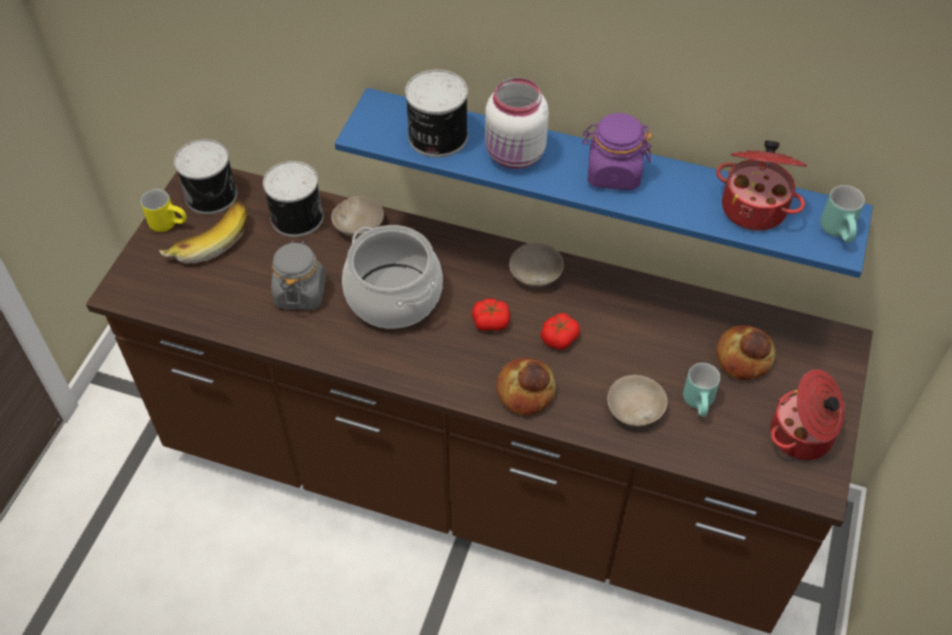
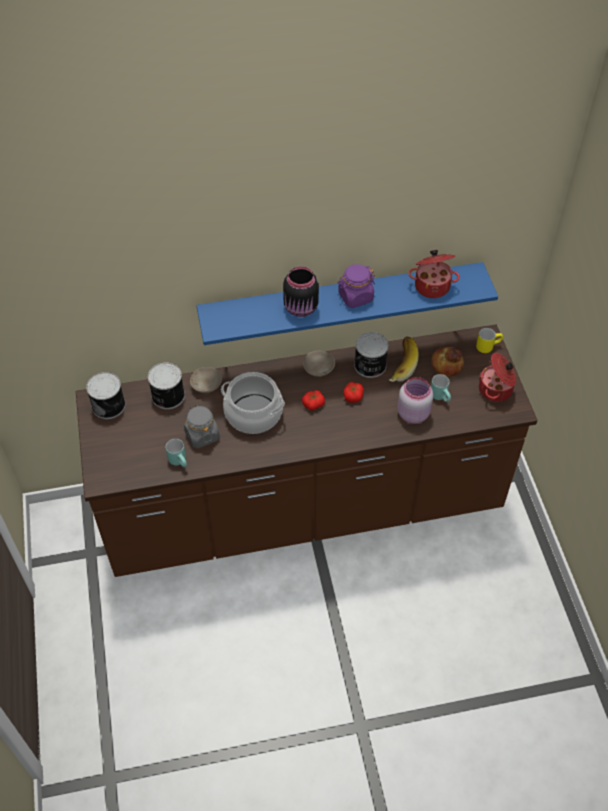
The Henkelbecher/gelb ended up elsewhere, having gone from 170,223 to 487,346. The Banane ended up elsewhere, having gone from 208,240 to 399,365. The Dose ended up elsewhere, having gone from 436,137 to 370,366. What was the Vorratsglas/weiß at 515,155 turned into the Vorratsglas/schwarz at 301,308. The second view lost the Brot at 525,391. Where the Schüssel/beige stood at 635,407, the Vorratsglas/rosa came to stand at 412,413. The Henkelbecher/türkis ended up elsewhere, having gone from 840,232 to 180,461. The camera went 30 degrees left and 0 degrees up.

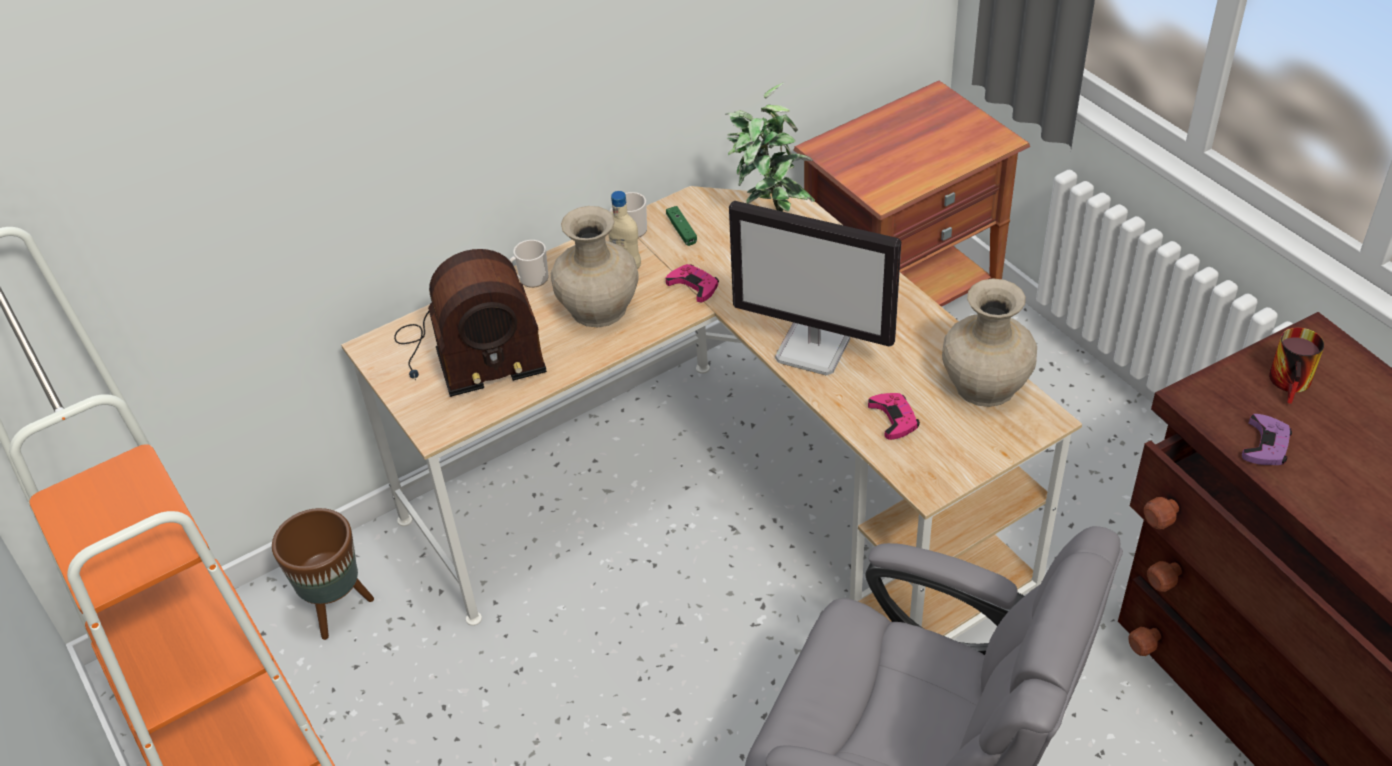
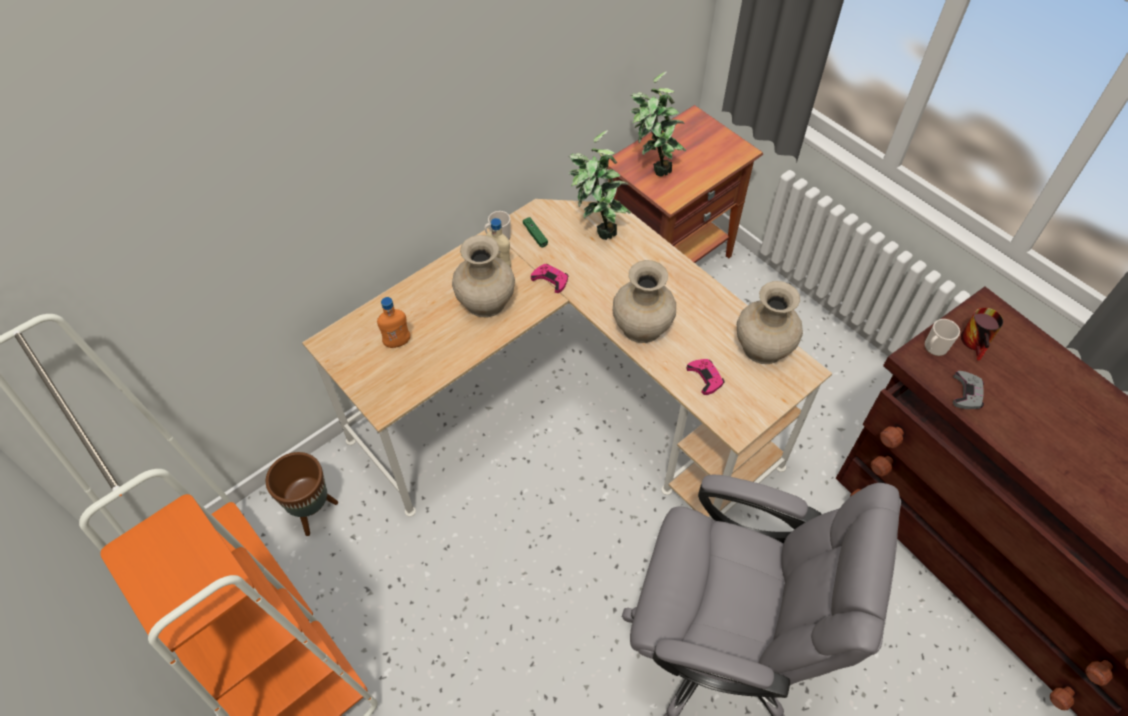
Where the Radio stood at 469,351, the Flasche/orange came to stand at 397,342. The Henkelbecher ended up elsewhere, having gone from 530,279 to 934,348. Where the Monitor stood at 814,349, the Vase/beige came to stand at 642,326. What was the Gamepad/lila at 1266,445 turned into the Gamepad/grau at 967,393. The second view gained the Topfpflanze at 652,167. The camera went 10 degrees left and 10 degrees up.

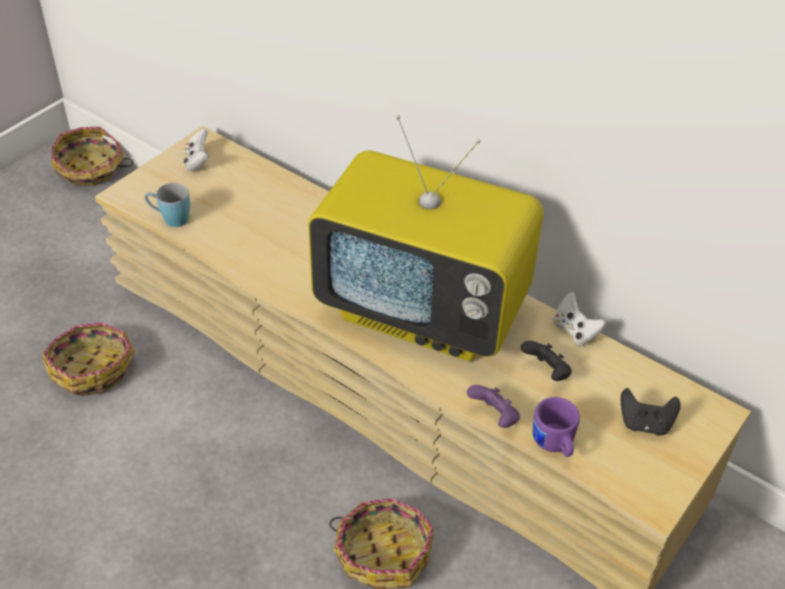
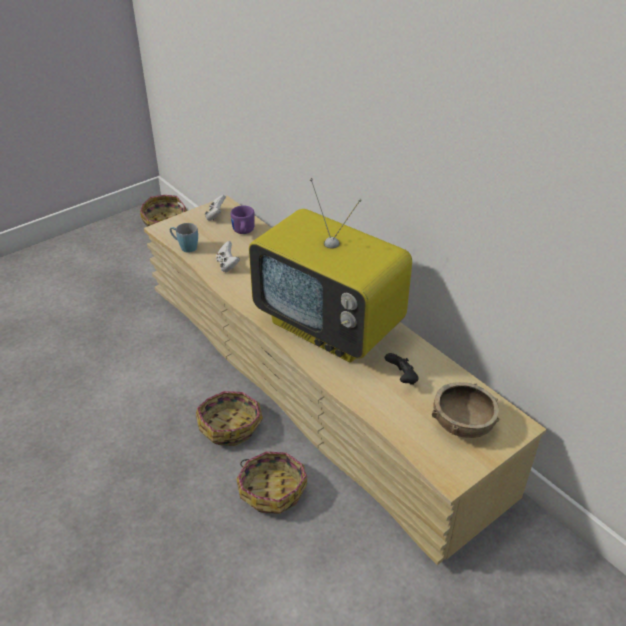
The Korb ended up elsewhere, having gone from 93,368 to 230,425. The second view lost the Gamepad/lila at 494,417. The Henkelbecher/lila ended up elsewhere, having gone from 554,445 to 243,232. The Gamepad/weiß ended up elsewhere, having gone from 575,331 to 227,265. Where the Gamepad/schwarz stood at 645,424, the Schüssel/braun came to stand at 462,423. The camera went 15 degrees right and 5 degrees down.

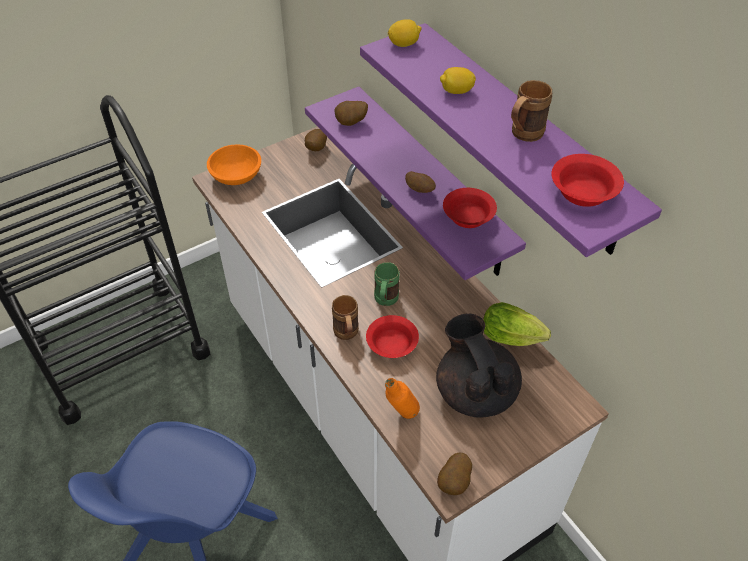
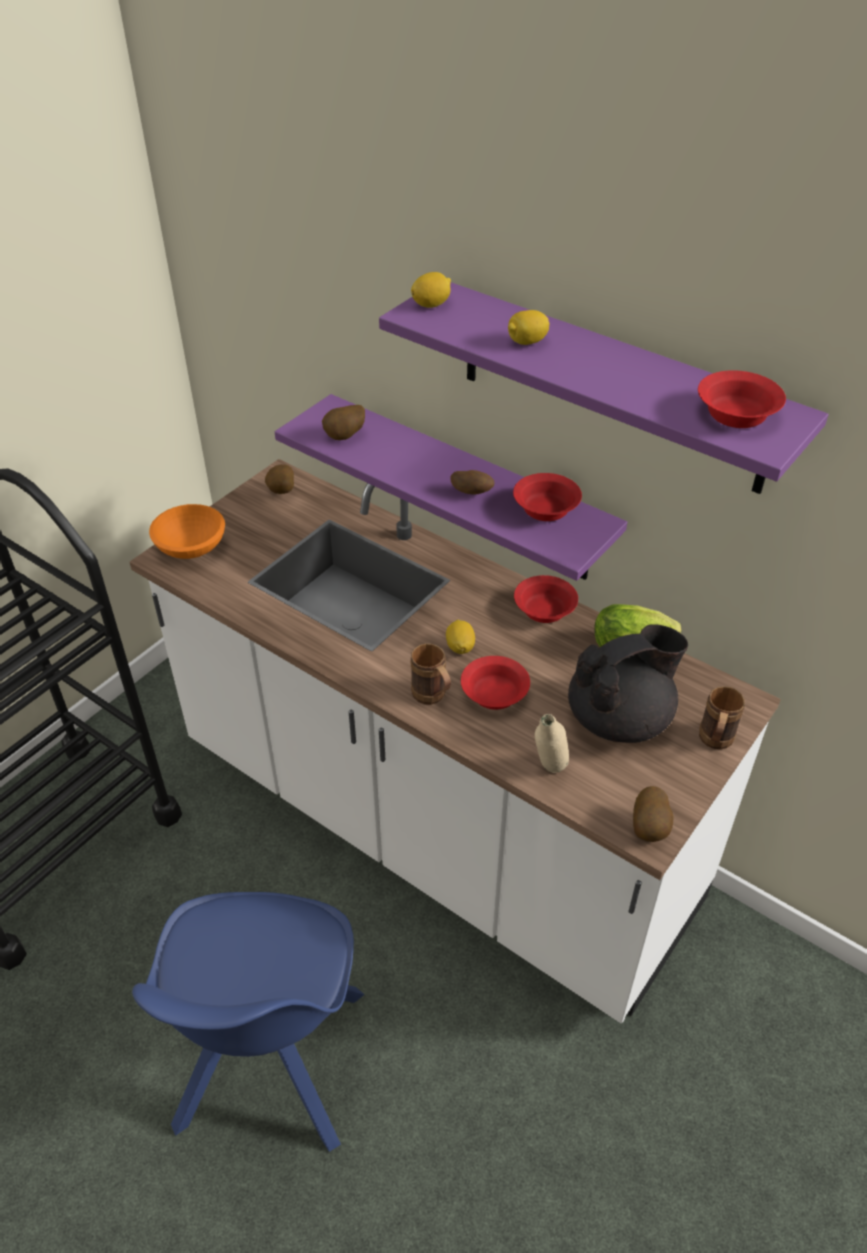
Where the Henkelbecher/grün stood at 385,301, the Zitrone came to stand at 460,647. What was the Flasche/orange at 401,417 turned into the Flasche/beige at 548,774. The Teekanne/schwarz at 475,391 ended up facing another way, 105 degrees clockwise from before. The Henkelbecher/braun ended up elsewhere, having gone from 522,135 to 714,743. The second view gained the Schüssel/rot at 545,611. The camera went 20 degrees left and 5 degrees down.

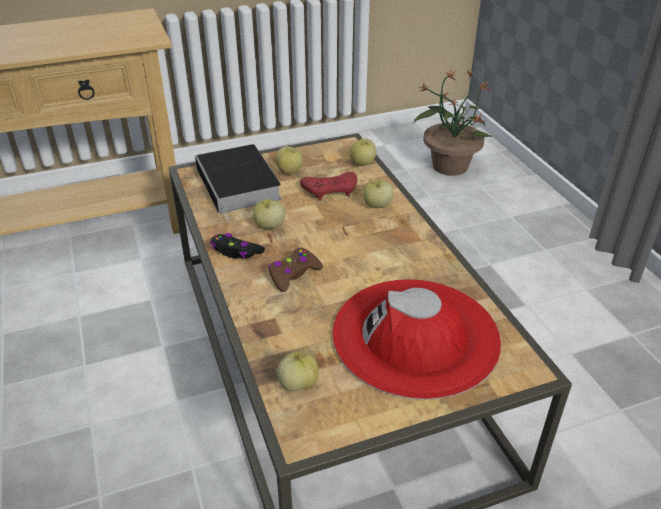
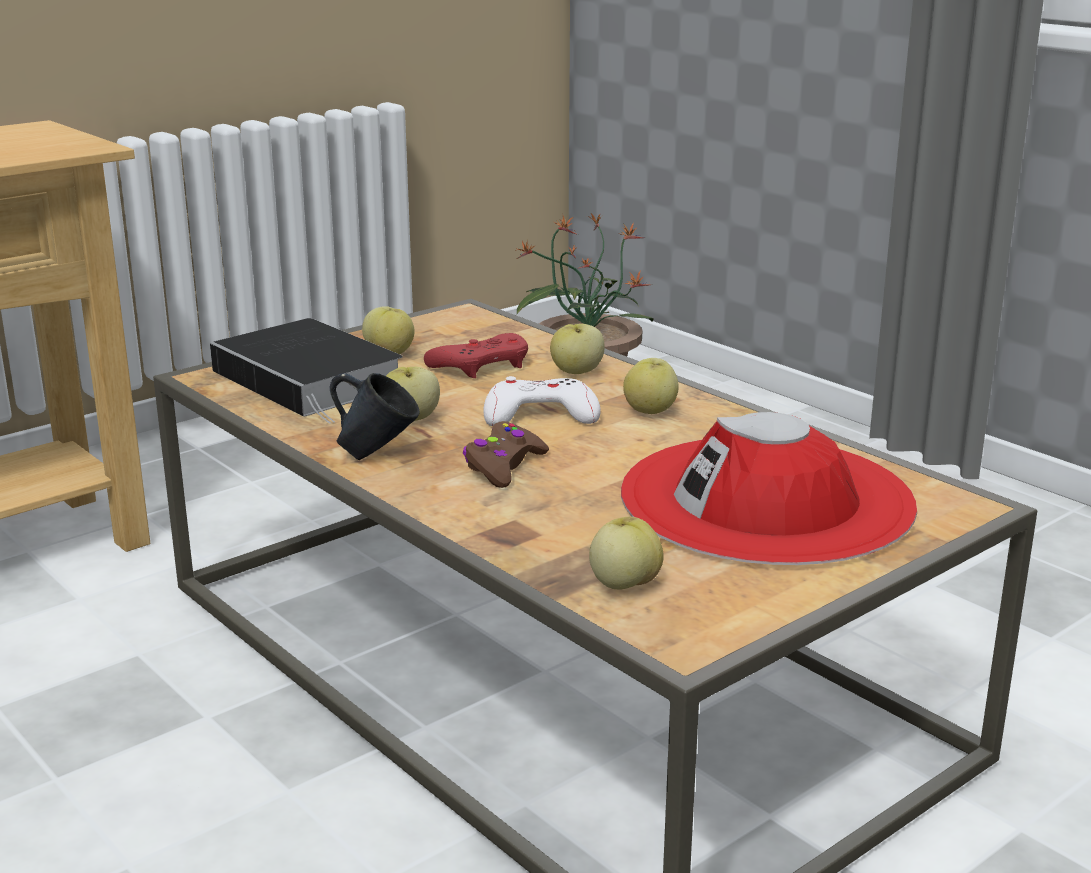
Where the Gamepad/schwarz stood at 236,251, the Henkelbecher/blau came to stand at 376,455. The Apfel ended up elsewhere, having gone from 363,163 to 651,411. The second view gained the Gamepad/weiß at 540,414. The camera went 20 degrees left and 15 degrees down.

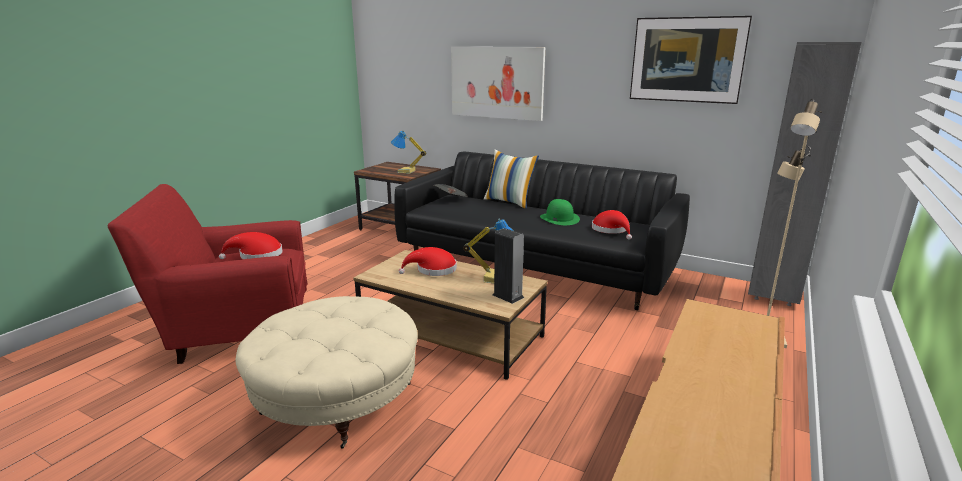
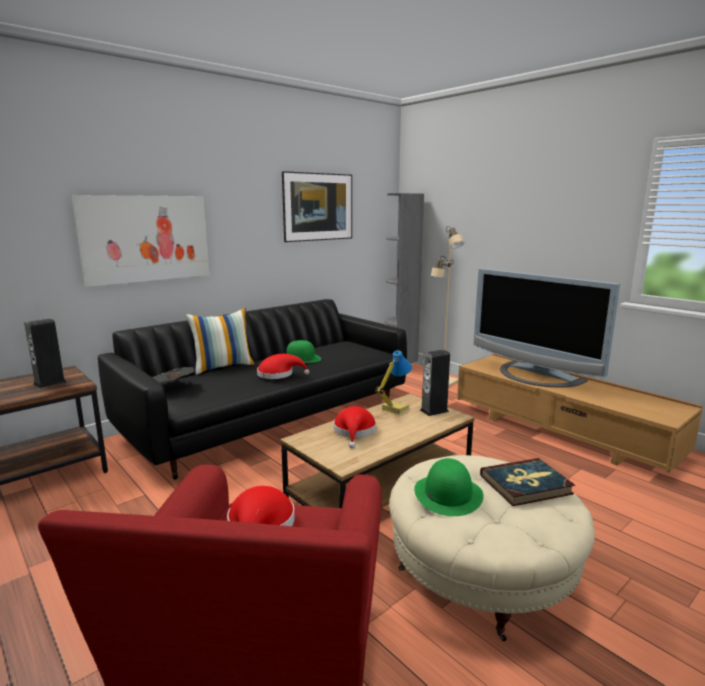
Where the Tischlampe stood at 406,171, the Lautsprecher came to stand at 50,382. The Hut/rot ended up elsewhere, having gone from 611,230 to 278,374. The second view gained the Hut/grün at 448,494. The second view gained the Fernseher at 535,375. The second view gained the Buch at 526,485. The camera went 70 degrees left and 5 degrees down.

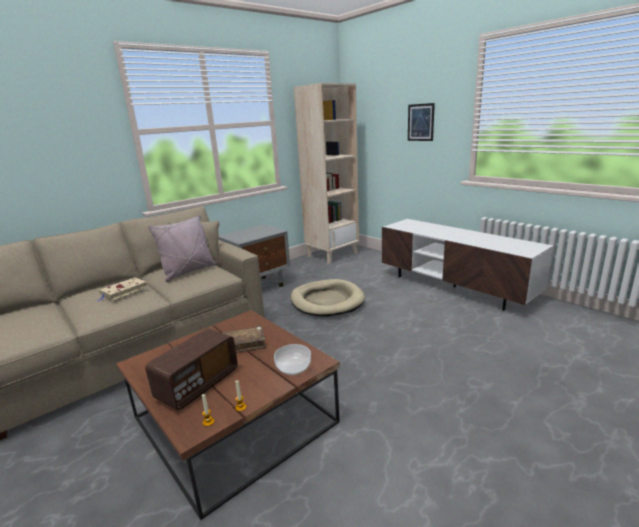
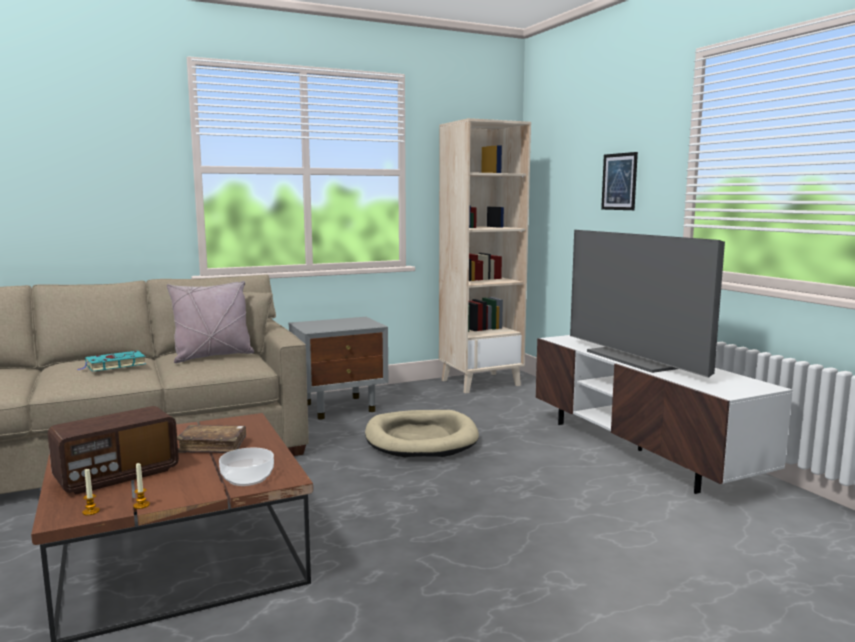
What was the Buch/beige at 123,292 turned into the Buch/türkis at 114,365. The second view gained the Fernseher at 636,359. The camera went 15 degrees right and 10 degrees down.

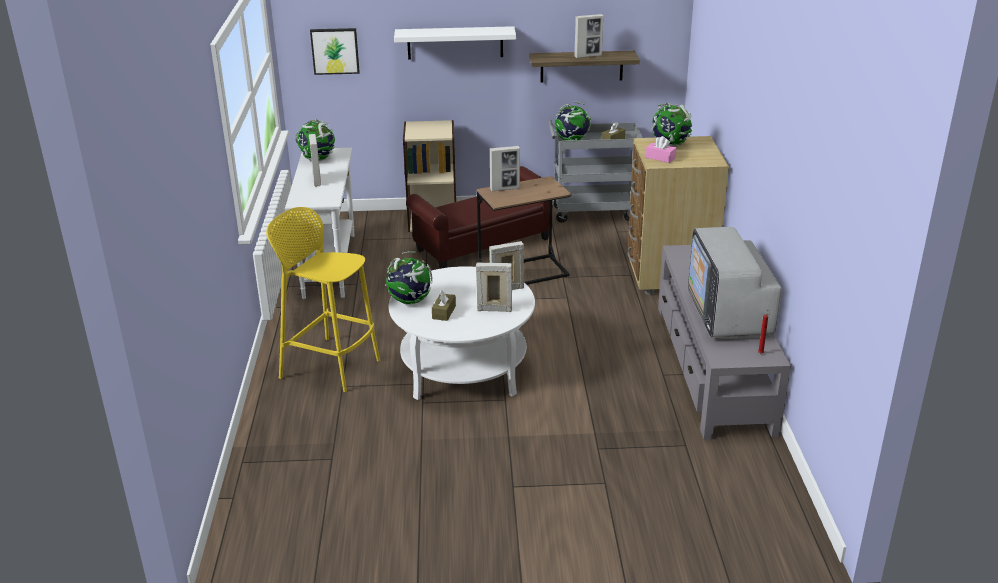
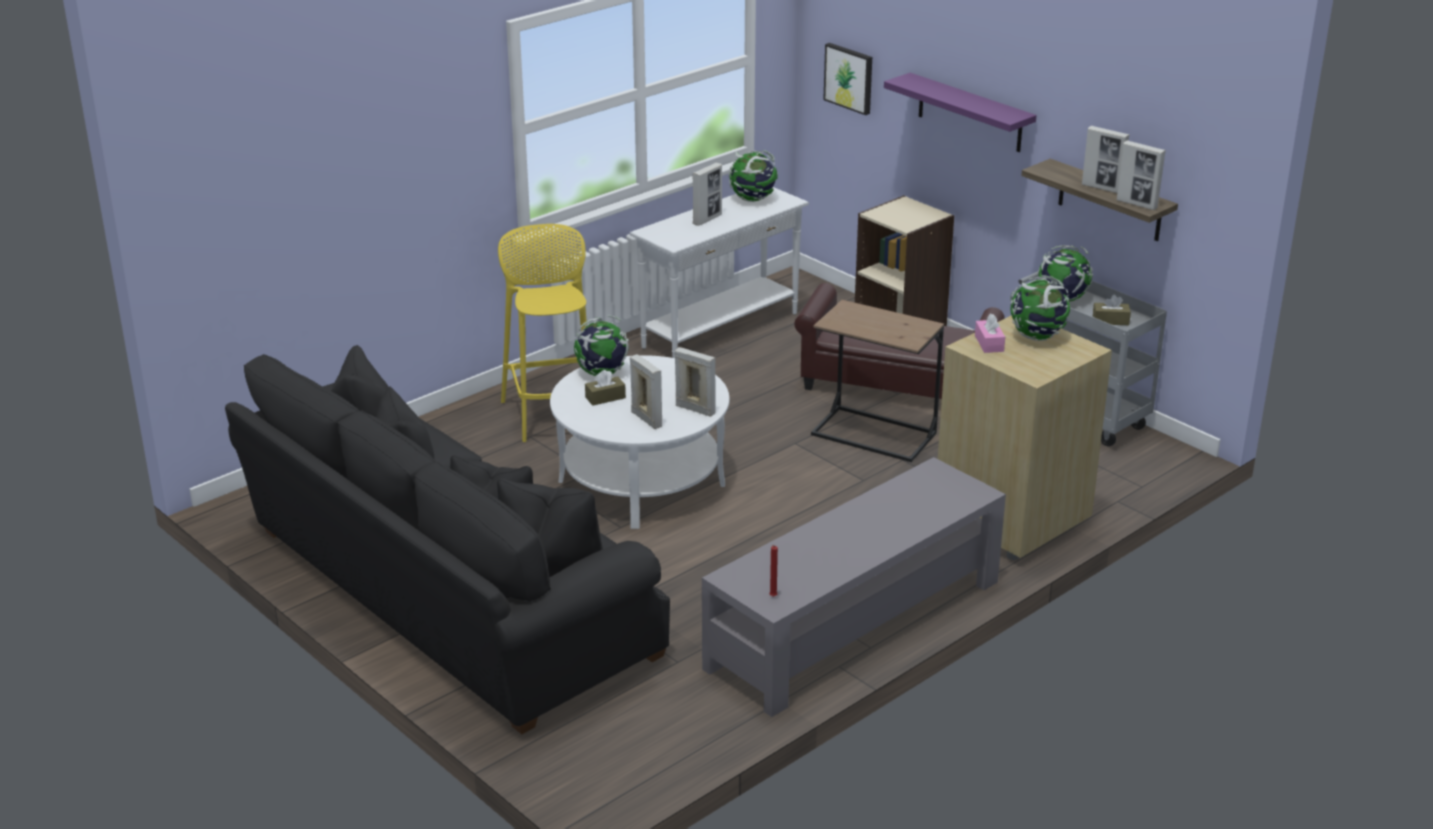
What was the Wandregal/weiß at 455,43 turned into the Wandregal/lila at 970,113. The Bilderrahmen ended up elsewhere, having gone from 505,189 to 1137,204. The second view lost the Fernseher at 729,316. The second view gained the Sofa/schwarz at 446,595. The camera went 50 degrees right and 0 degrees up.

